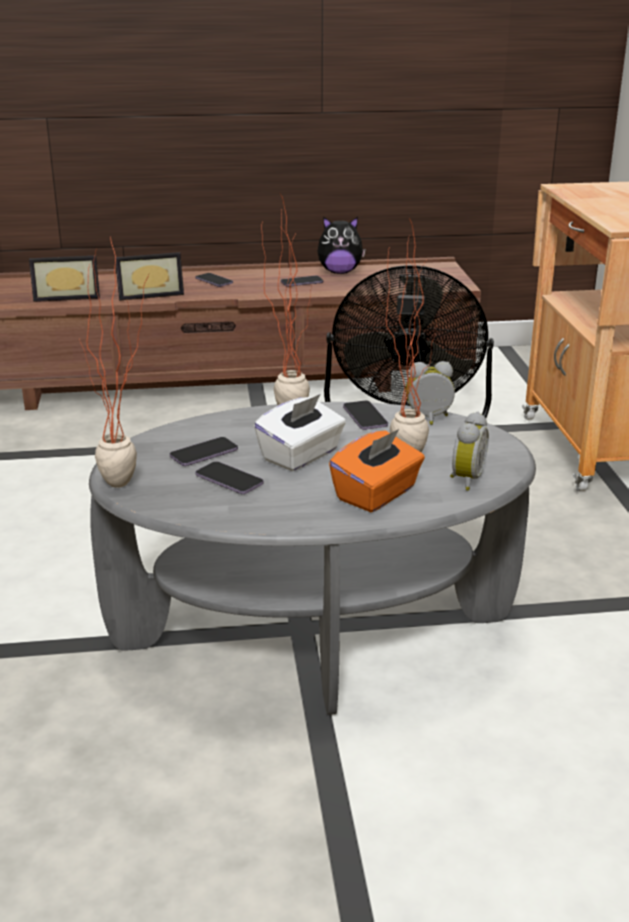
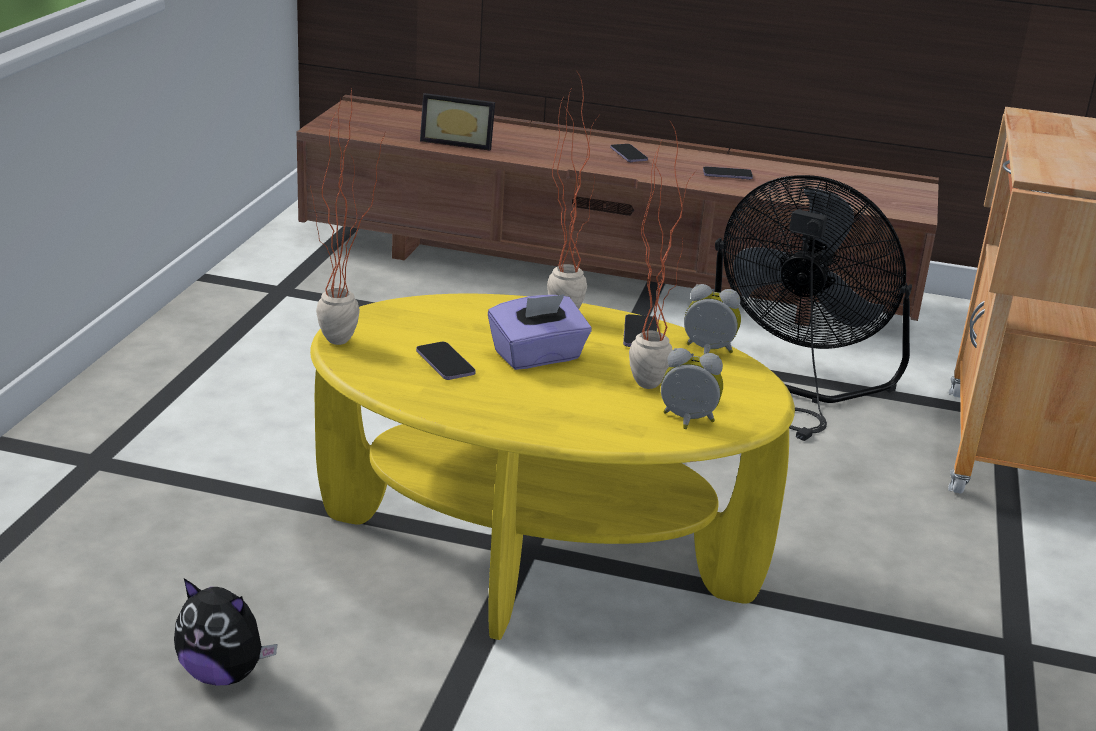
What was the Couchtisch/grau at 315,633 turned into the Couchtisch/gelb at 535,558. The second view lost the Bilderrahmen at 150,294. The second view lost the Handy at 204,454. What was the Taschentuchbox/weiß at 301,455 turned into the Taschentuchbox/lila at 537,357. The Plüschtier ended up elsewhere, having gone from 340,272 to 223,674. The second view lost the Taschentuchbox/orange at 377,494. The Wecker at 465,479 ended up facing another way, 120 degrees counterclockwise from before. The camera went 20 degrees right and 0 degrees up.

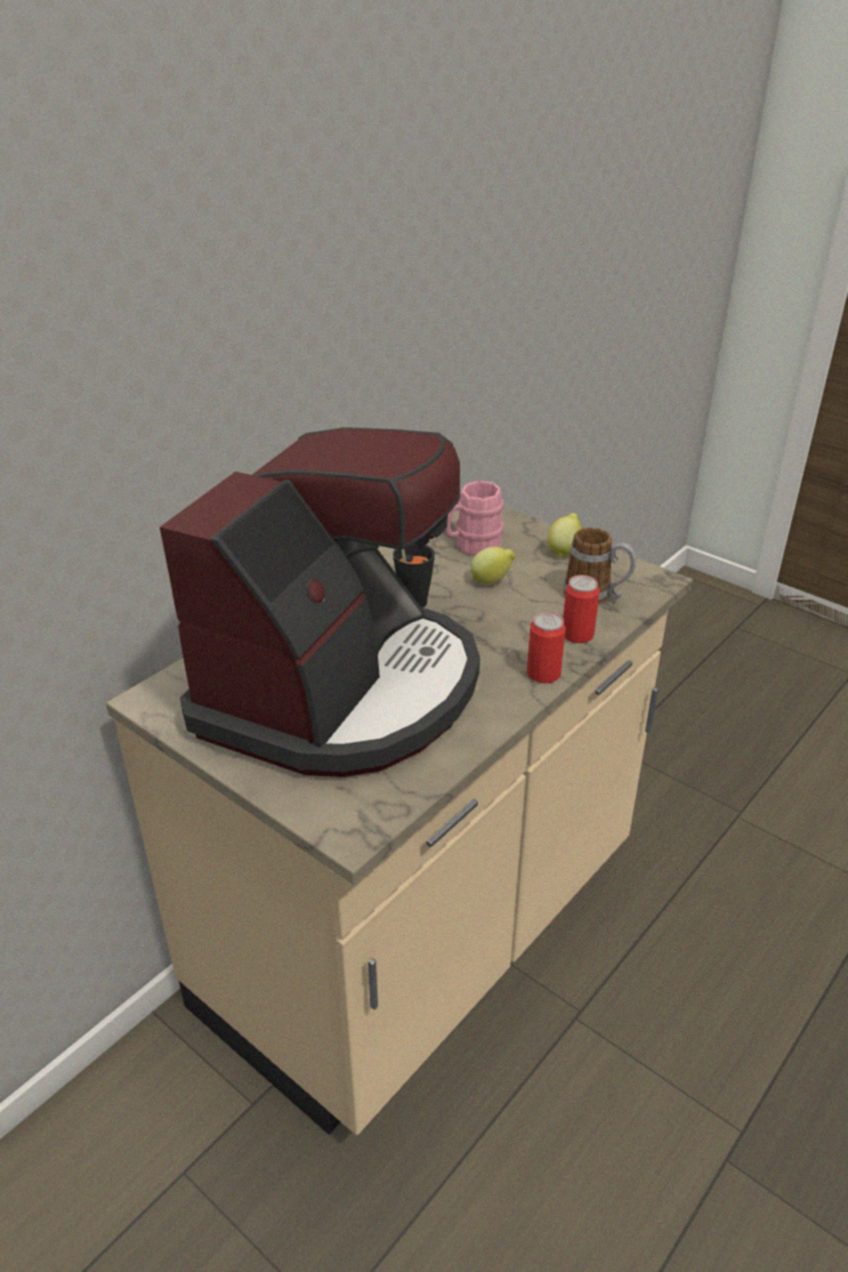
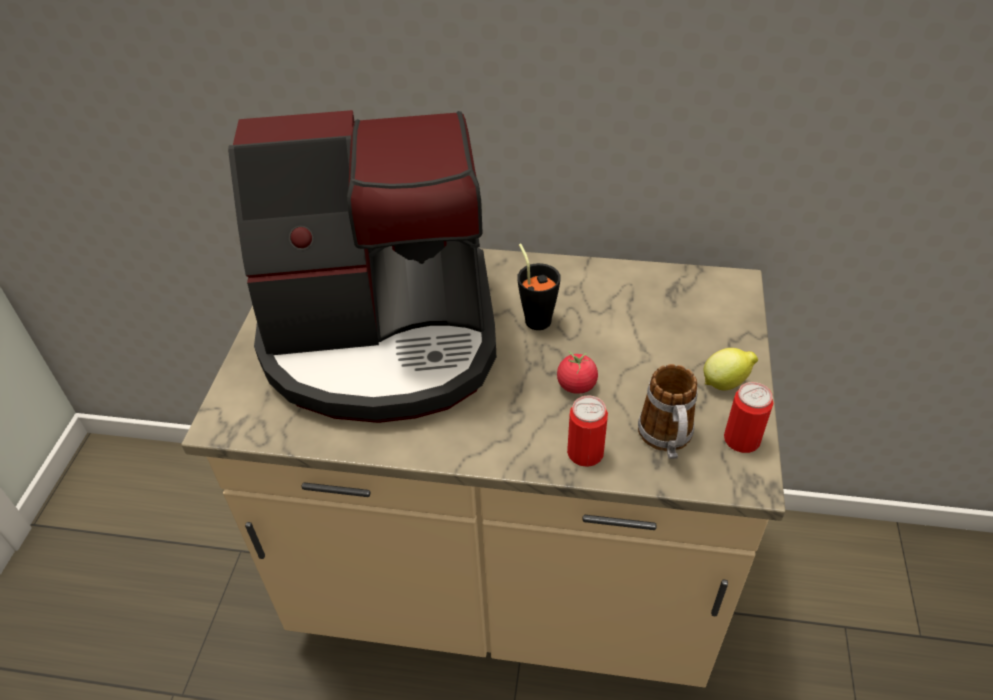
The second view lost the Henkelbecher/rosa at 472,546. The second view lost the Zitrone at 492,581. The Dose ended up elsewhere, having gone from 543,674 to 741,439. The second view gained the Tomate at 576,385. The camera went 60 degrees right and 10 degrees up.

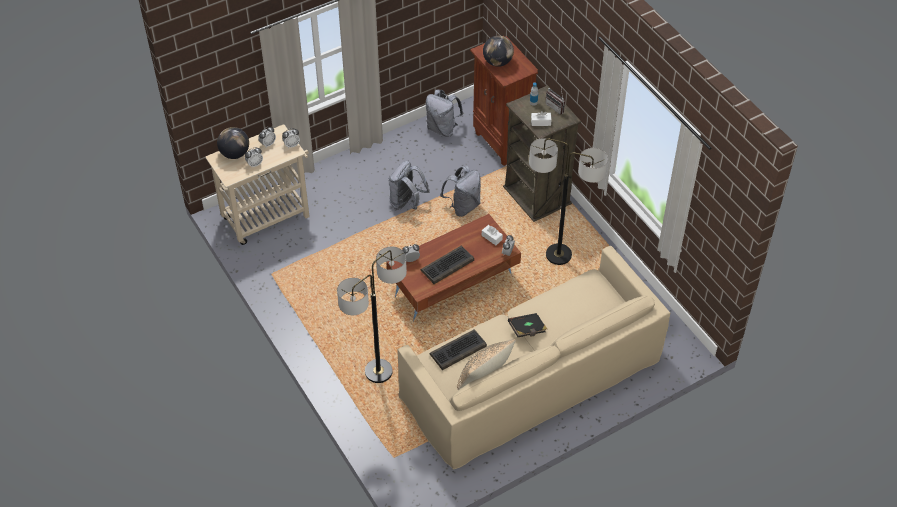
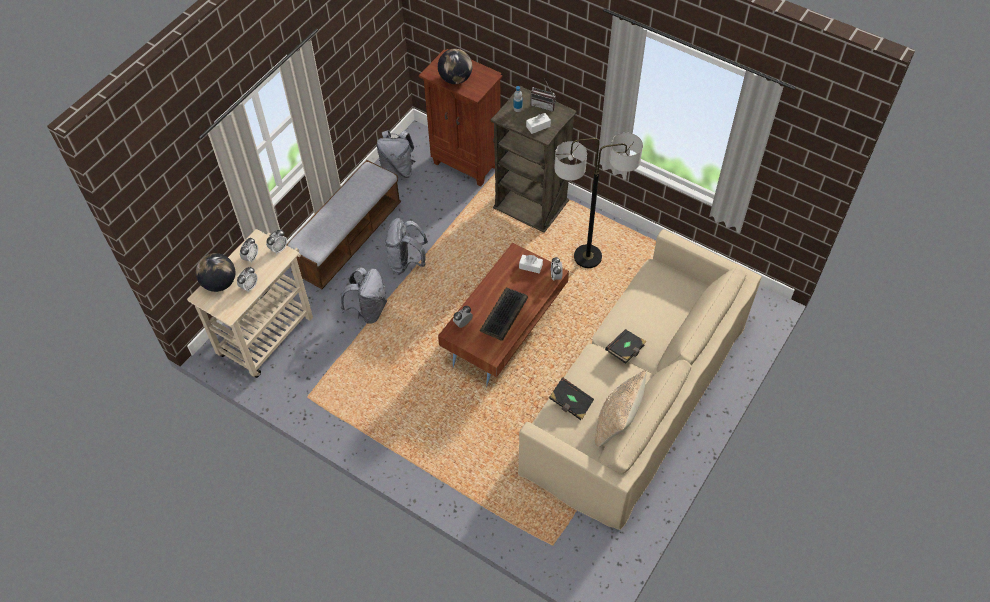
The second view lost the Stehlampe at 378,372. Where the Tastatur stood at 458,351, the Buch/schwarz came to stand at 570,403. The Rucksack/grau ended up elsewhere, having gone from 463,206 to 369,310. The second view gained the Bank at 348,239. The camera went 25 degrees left and 5 degrees up.

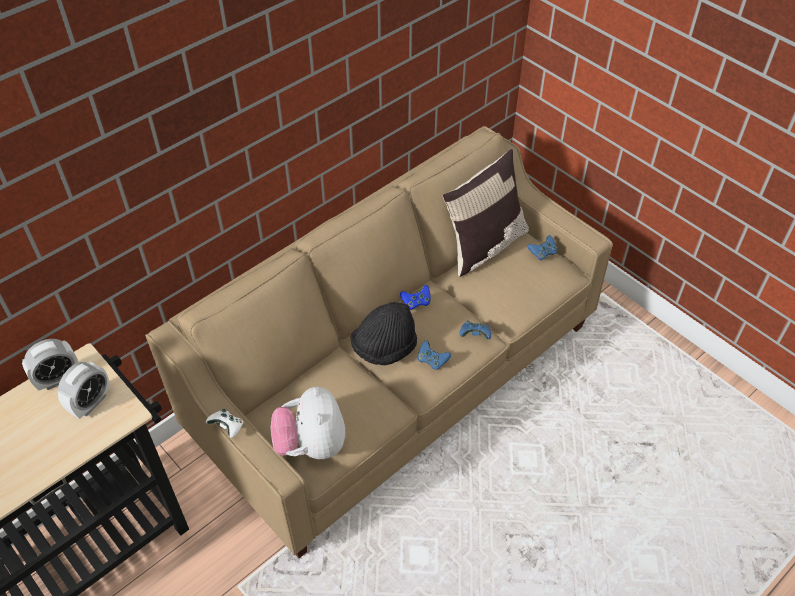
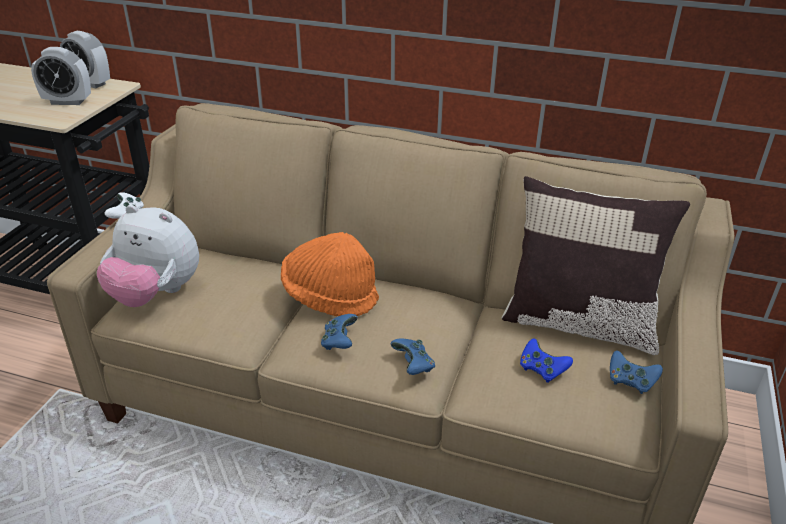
The Plüschtier at 311,444 ended up facing another way, 120 degrees counterclockwise from before. What was the Hut/schwarz at 384,348 turned into the Hut/orange at 330,297. The Gamepad/blau ended up elsewhere, having gone from 416,302 to 541,370. The camera went 60 degrees right and 15 degrees down.

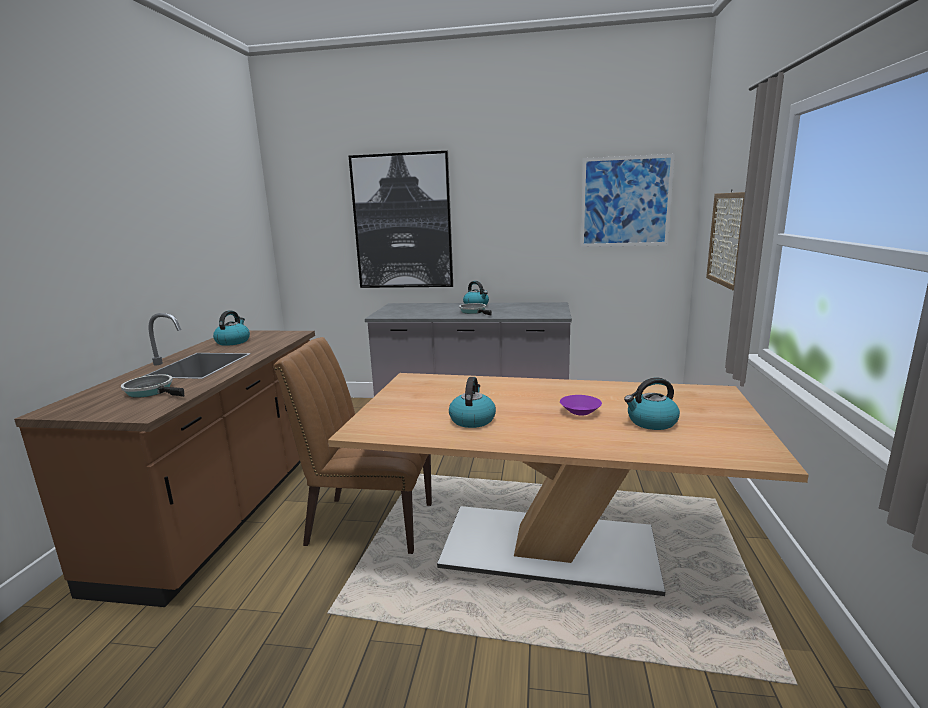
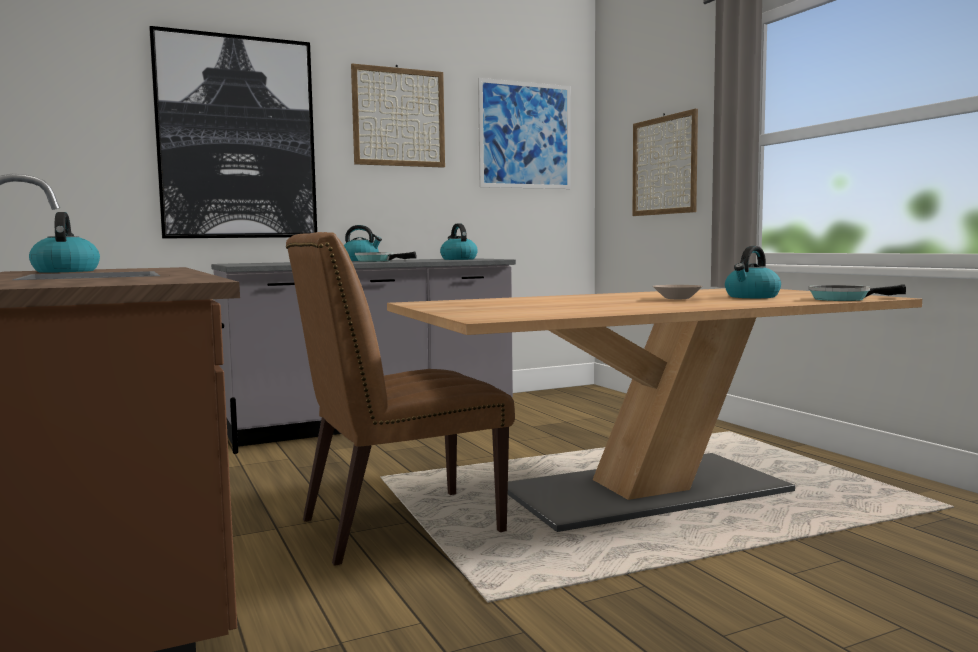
The Pfanne ended up elsewhere, having gone from 152,391 to 843,299. The Wasserkessel ended up elsewhere, having gone from 472,419 to 458,259. What was the Schüssel/lila at 579,412 turned into the Schüssel/beige at 676,298. The second view gained the Bild at 398,115. The camera went 35 degrees left and 10 degrees down.

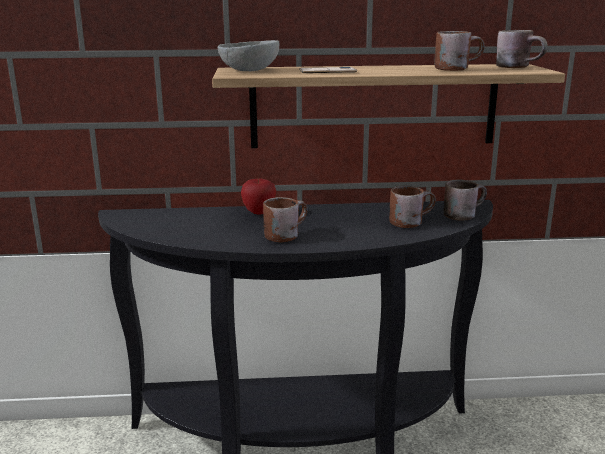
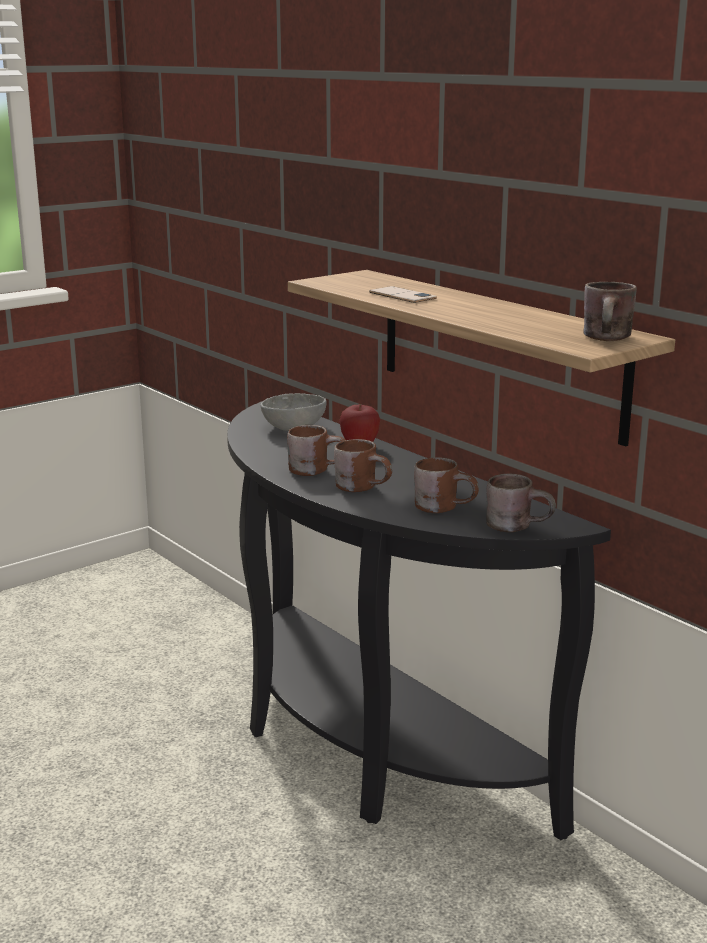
The Schüssel/grau ended up elsewhere, having gone from 248,70 to 292,427. The Henkelbecher/braun ended up elsewhere, having gone from 456,68 to 364,487. The camera went 55 degrees right and 0 degrees up.

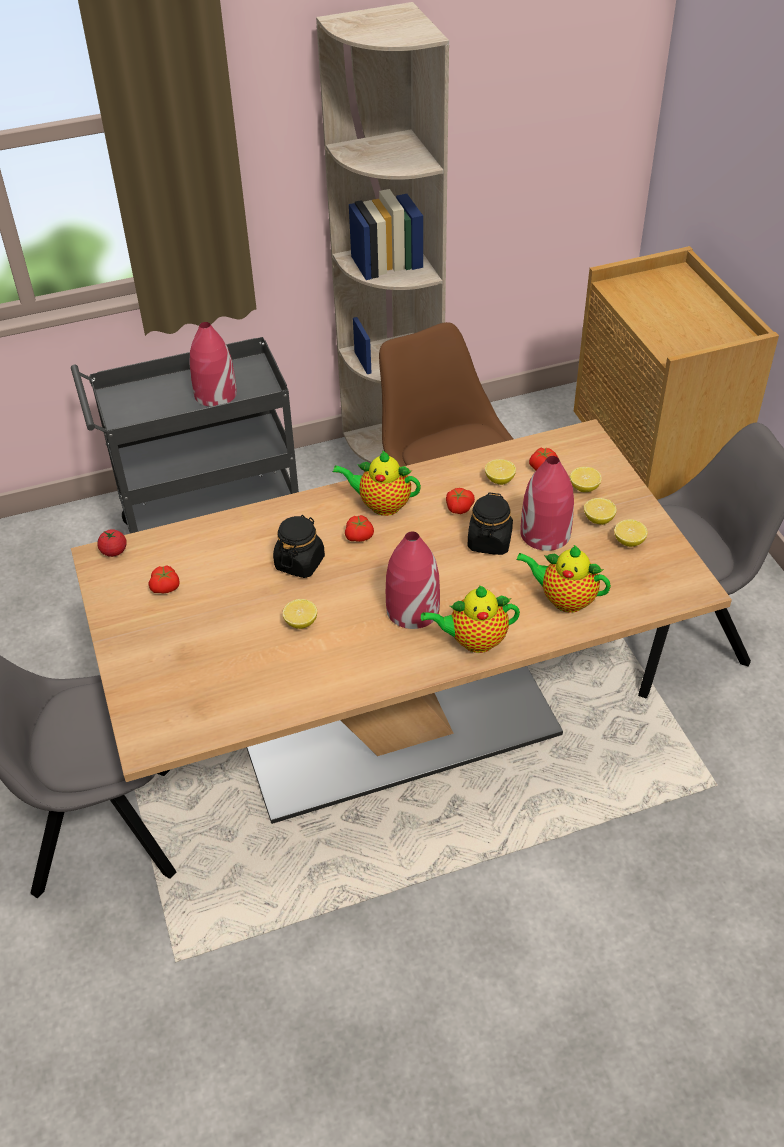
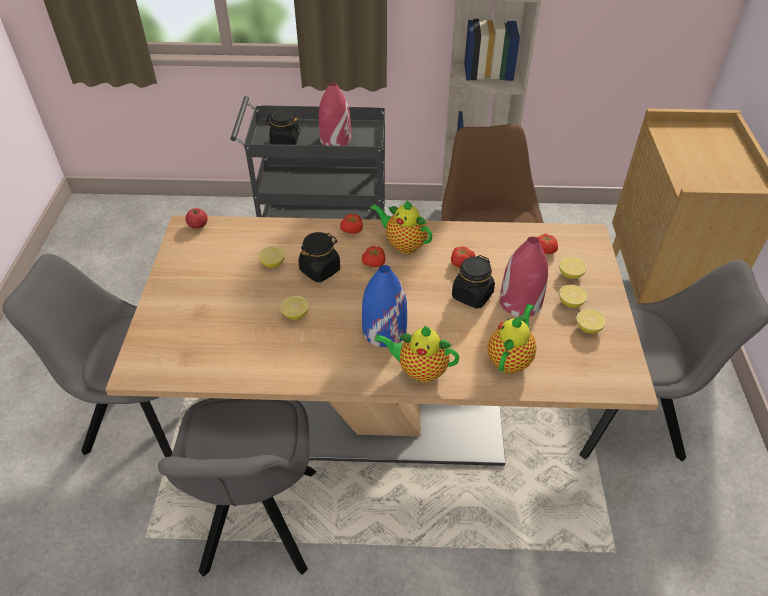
The Tomate ended up elsewhere, having gone from 166,587 to 352,230. What was the Vase/rot at 412,609 turned into the Vase/blau at 384,330. The Zitrone ended up elsewhere, having gone from 499,480 to 273,263. The Teekanne at 564,599 ended up facing another way, 75 degrees clockwise from before. The second view gained the Stuhl/grau at 259,521. The second view gained the Vorratsglas/schwarz at 284,142. The camera went 20 degrees right and 0 degrees up.

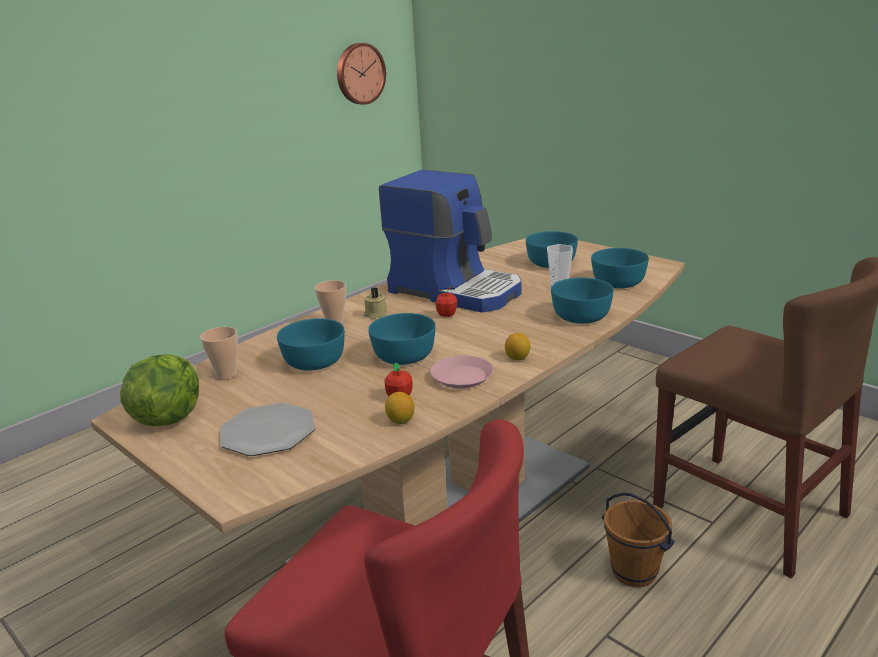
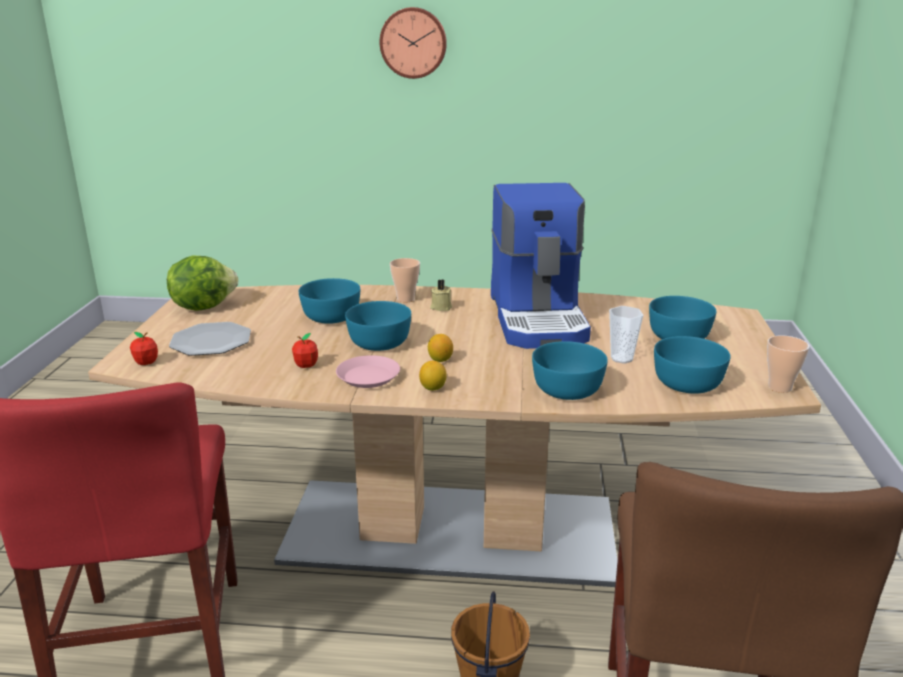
The Tasse ended up elsewhere, having gone from 226,375 to 779,387. The Wanduhr ended up elsewhere, having gone from 359,73 to 413,43. The Zitrone ended up elsewhere, having gone from 400,421 to 440,359. The Apfel ended up elsewhere, having gone from 447,315 to 146,362. The camera went 50 degrees right and 0 degrees up.

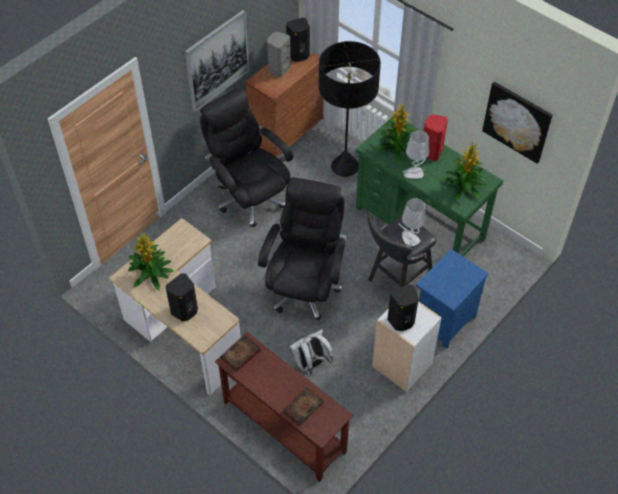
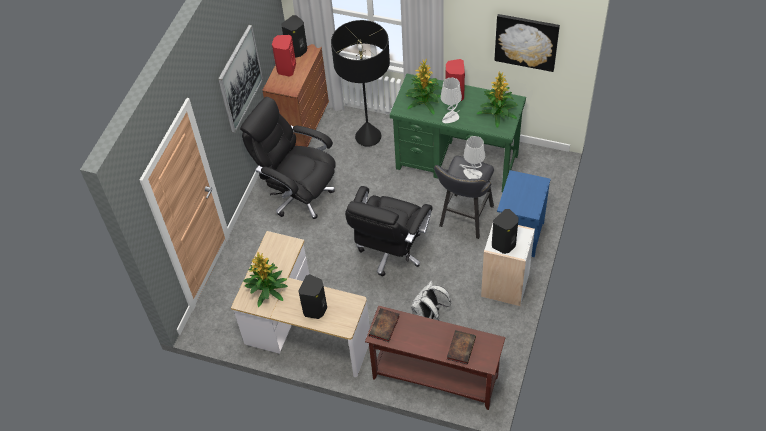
The Bürostuhl/schwarz at 305,289 ended up facing another way, 150 degrees counterclockwise from before. What was the Lautsprecher/grau at 278,69 turned into the Lautsprecher/rot at 286,69. The camera went 20 degrees left and 0 degrees up.

